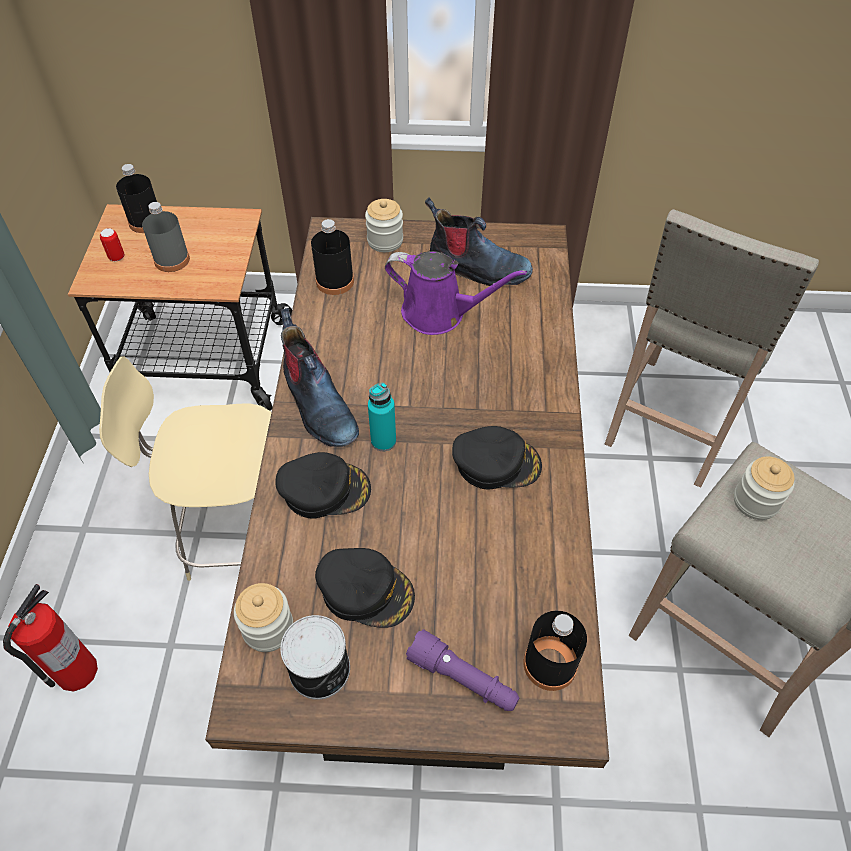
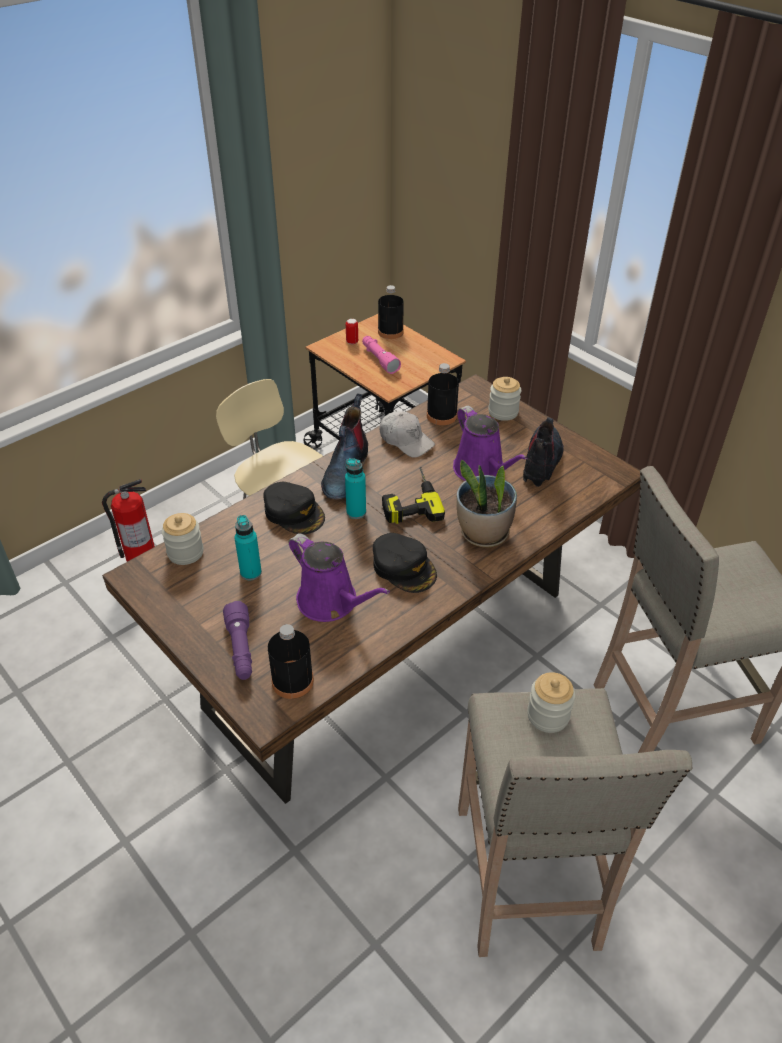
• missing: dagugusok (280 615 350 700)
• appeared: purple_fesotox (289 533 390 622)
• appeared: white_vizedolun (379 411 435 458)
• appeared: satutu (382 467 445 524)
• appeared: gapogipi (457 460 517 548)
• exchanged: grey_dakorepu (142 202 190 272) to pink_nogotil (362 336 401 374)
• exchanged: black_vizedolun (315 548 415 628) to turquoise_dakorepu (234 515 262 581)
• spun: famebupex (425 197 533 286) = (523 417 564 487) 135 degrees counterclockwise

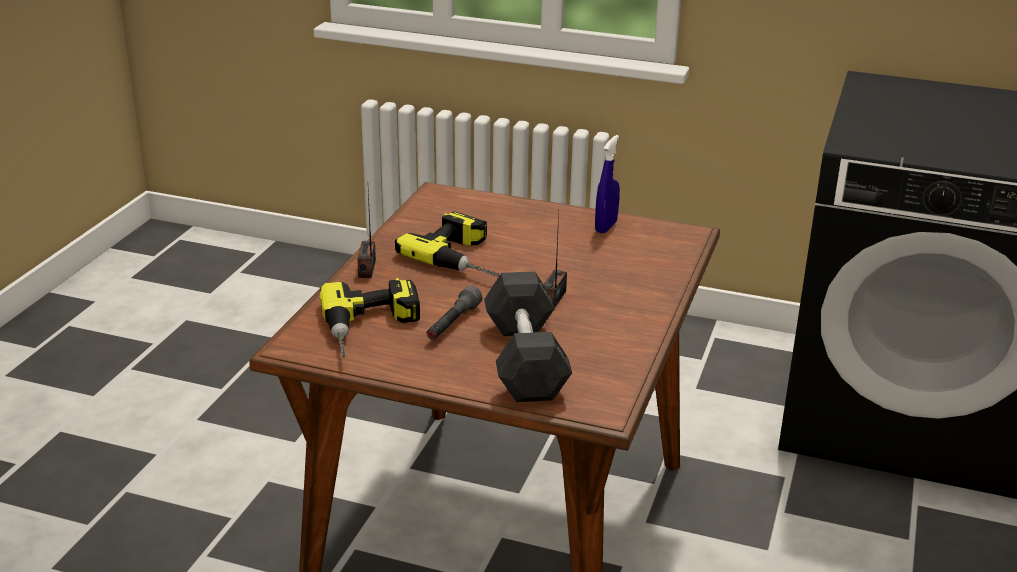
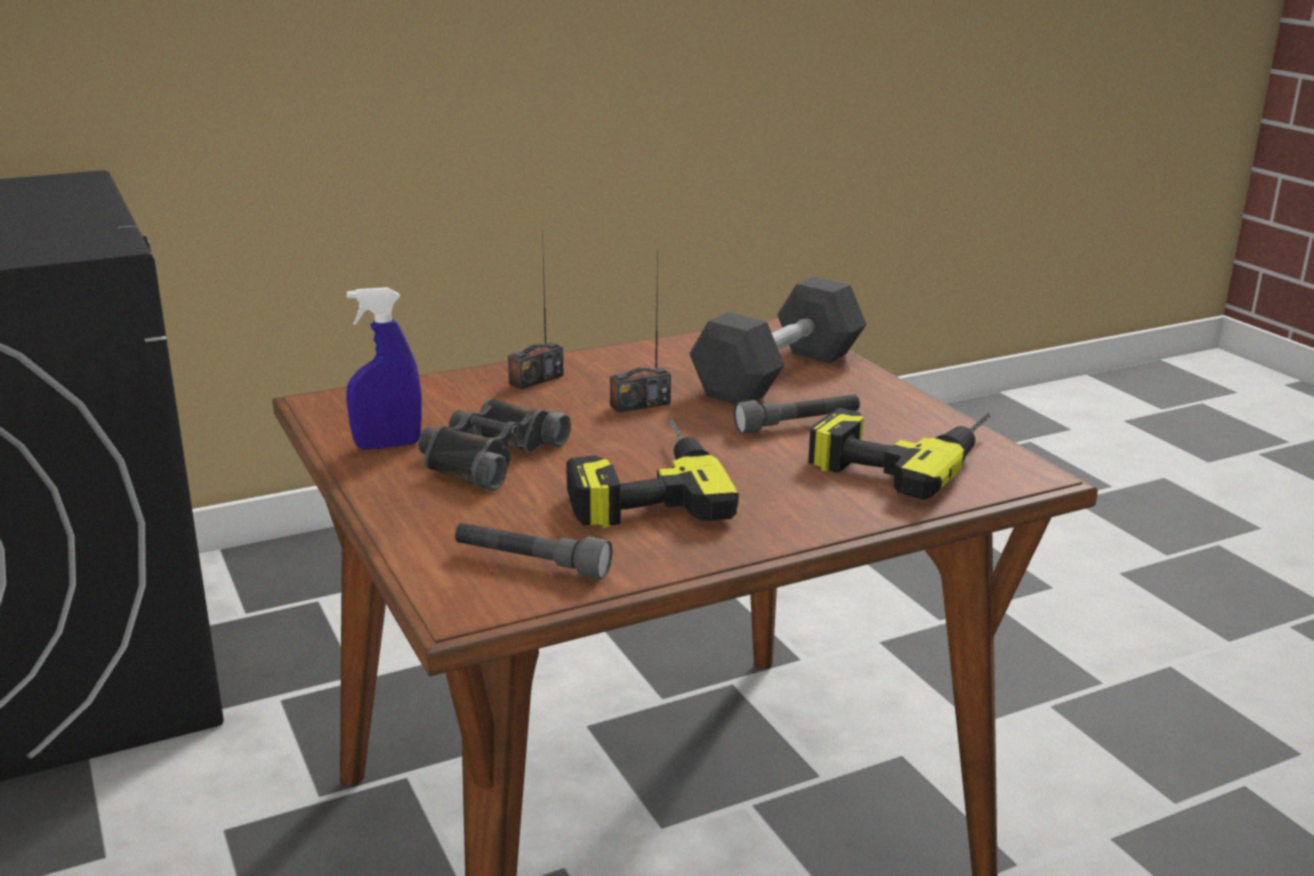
• appeared: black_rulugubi (418 398 571 491)
• appeared: grey_nogotil (455 523 612 579)
• relocated: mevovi (357 191 376 278) to (508 230 564 390)

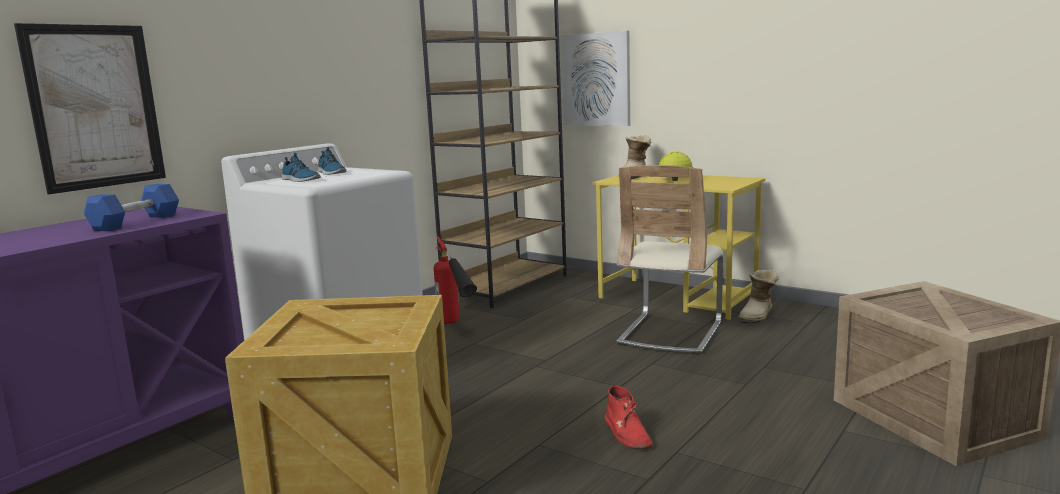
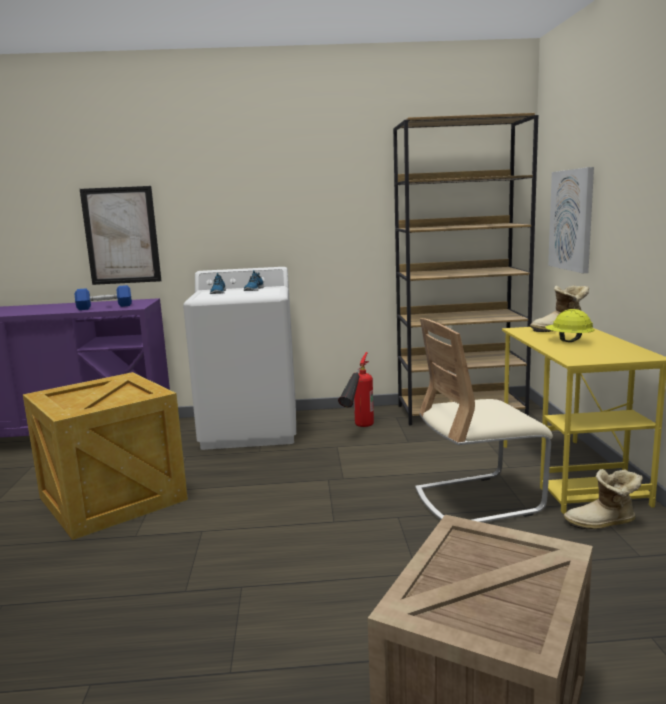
• missing: red_famebupex (605 386 653 449)

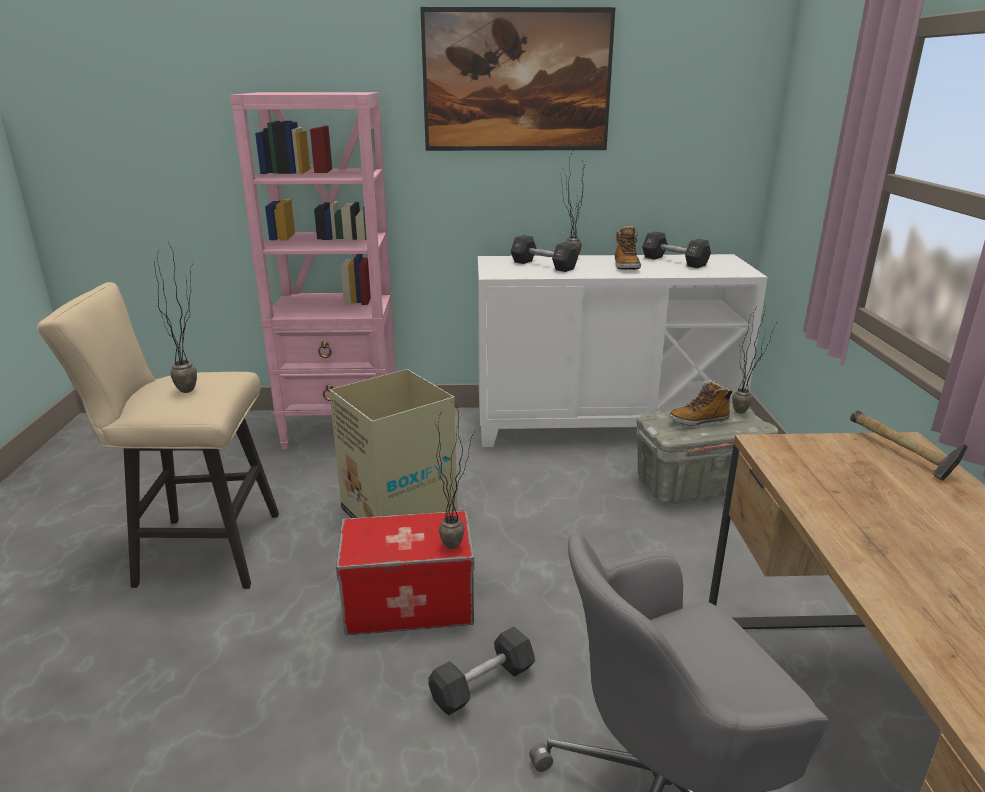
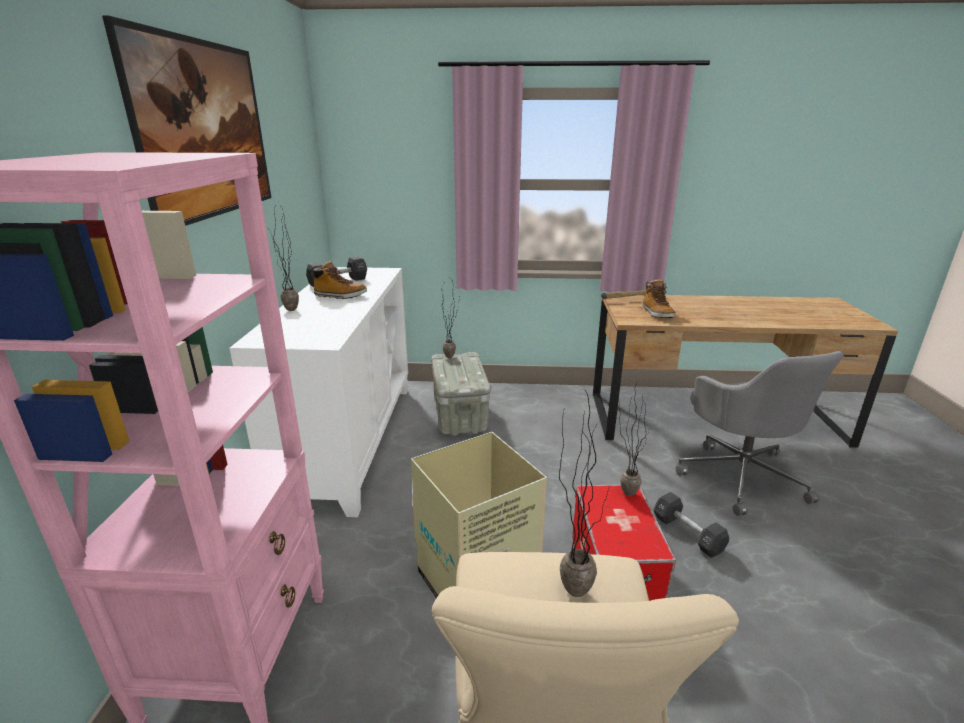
• missing: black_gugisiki (511 235 578 272)
• relocated: famebupex (669 380 732 426) to (642 279 676 318)

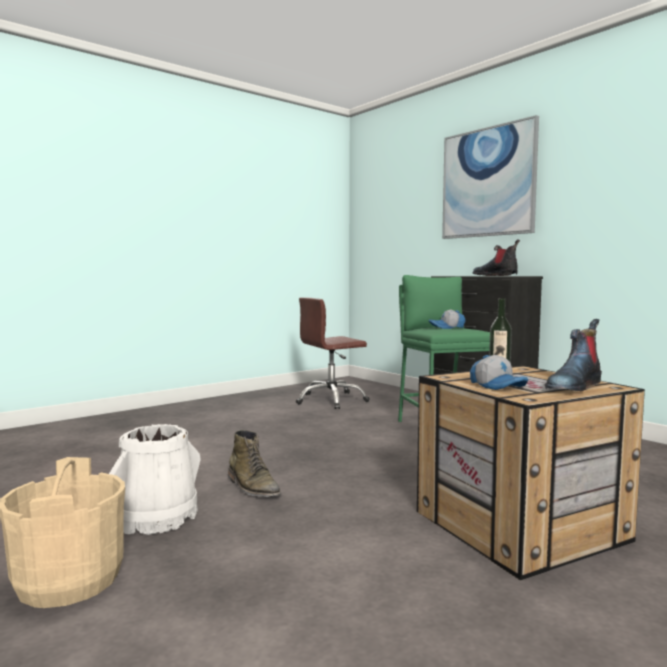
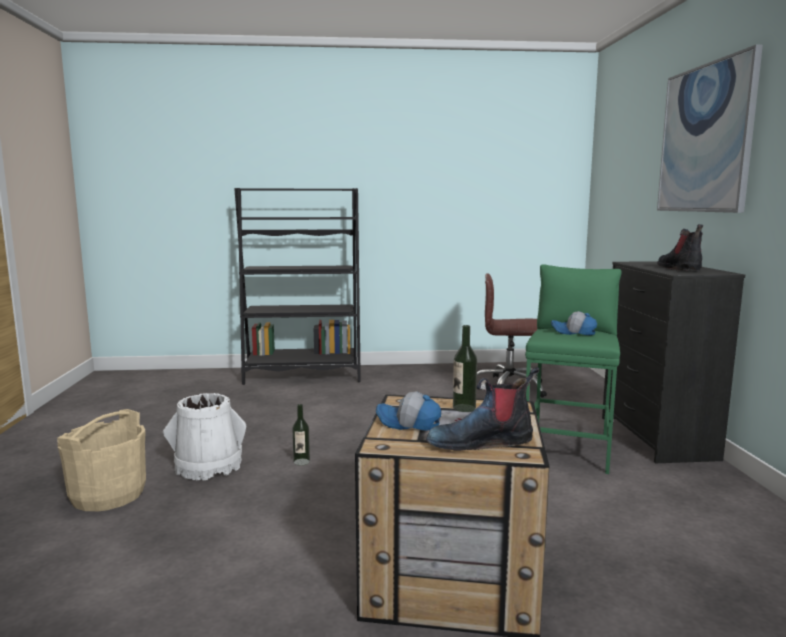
• appeared: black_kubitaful (235 188 361 385)
• exchanged: green_famebupex (228 430 281 497) to dakorepu (292 404 310 466)
• spun: vizedolun (470 355 528 390) = (376 392 441 431) 105 degrees clockwise

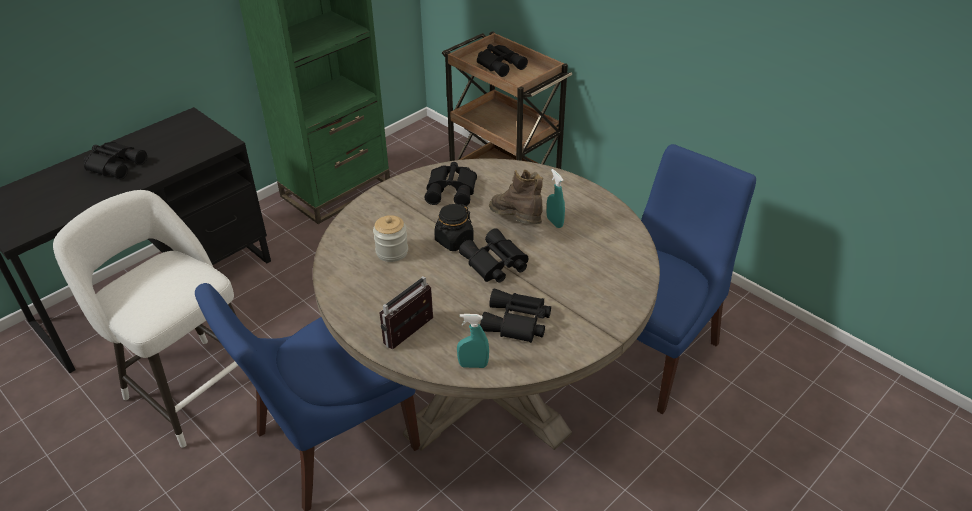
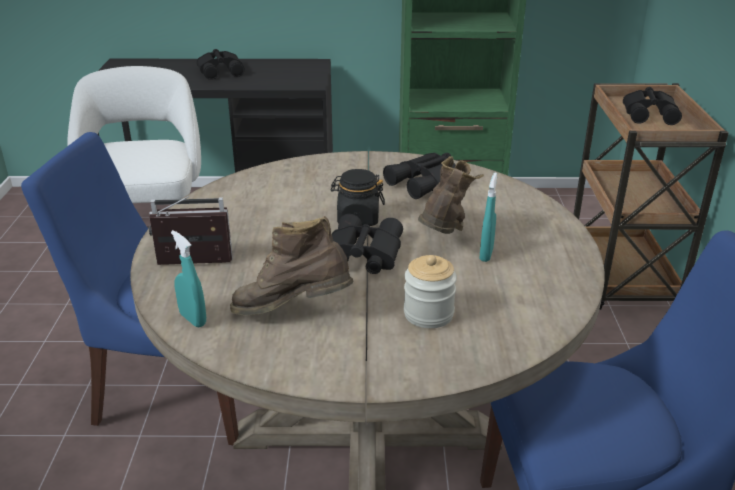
• relocated: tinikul (373 215 408 262) to (404 255 457 328)
• exchanged: black_rulugubi (480 289 551 343) to brown_famebupex (230 216 353 316)

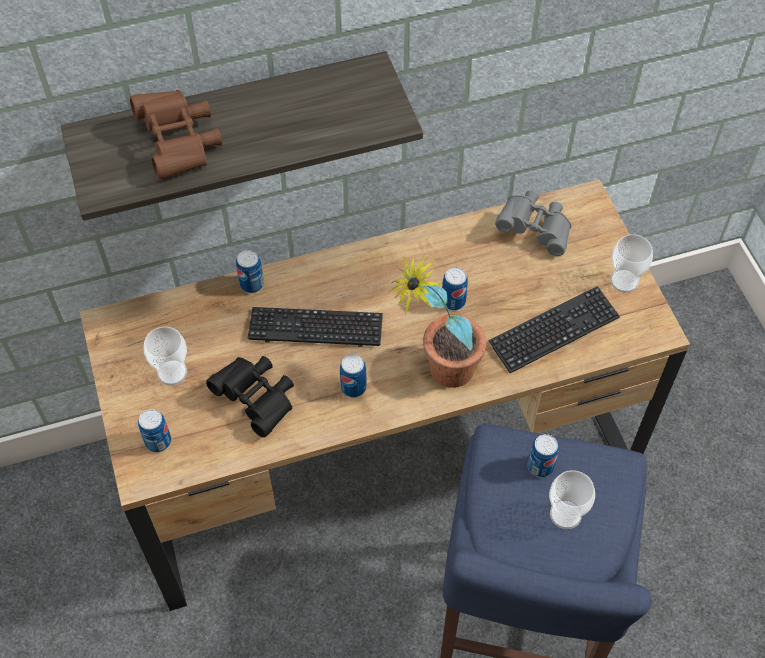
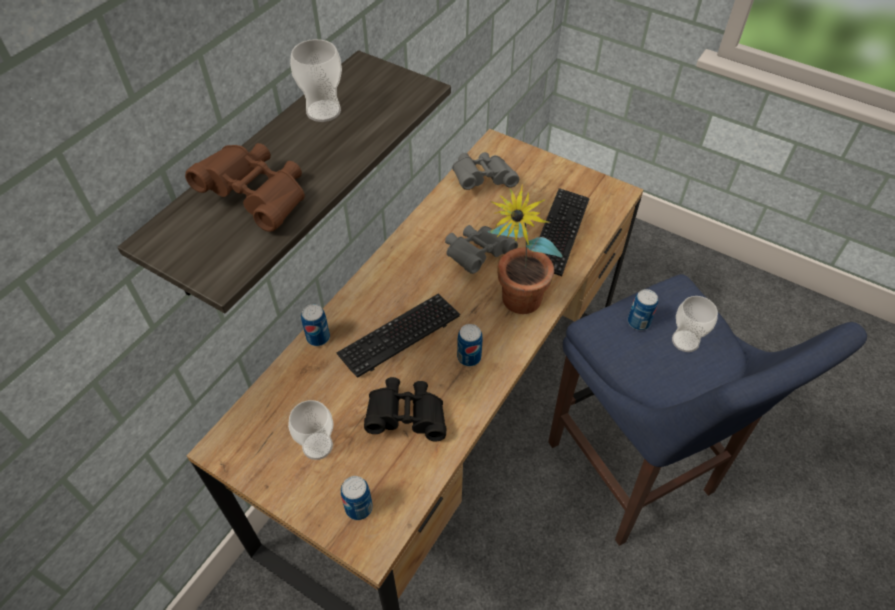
• relocated: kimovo (610 234 653 293) to (290 39 342 122)
• exchanged: dagugusok (442 267 468 311) to grey_rulugubi (445 225 518 274)

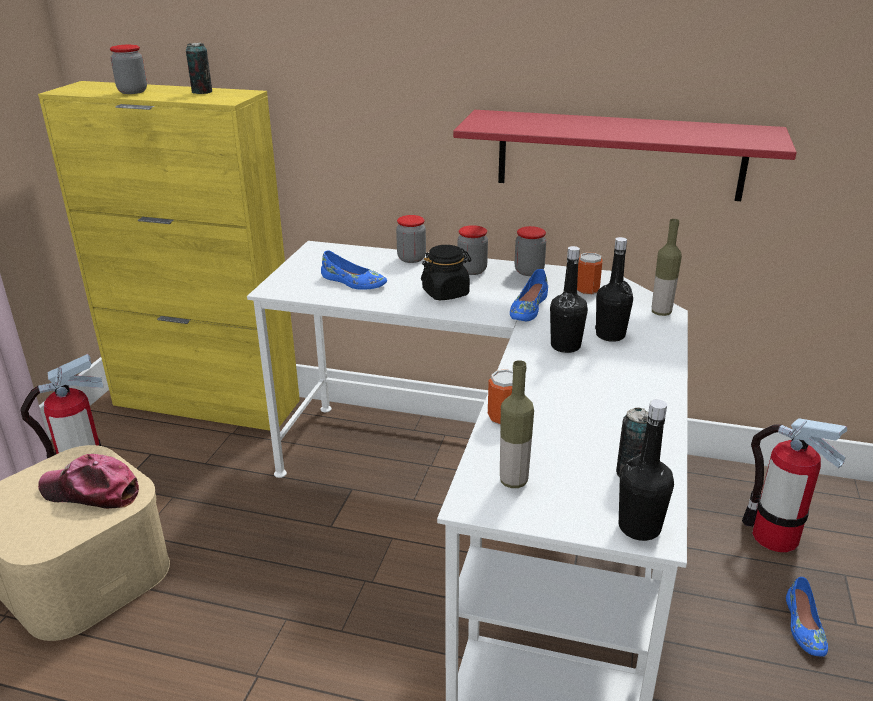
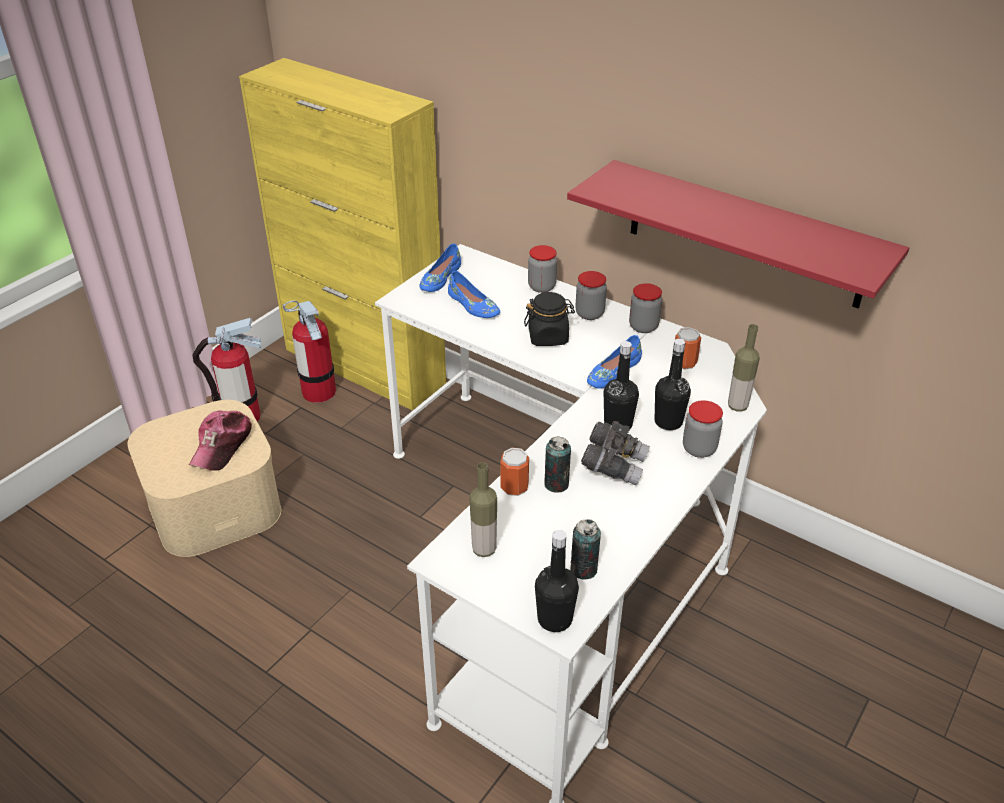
• appeared: grey_rulugubi (581 421 650 485)
• relocated: tinikul (110 45 147 94) to (683 400 723 458)
• relocated: dagugusok (186 42 212 94) to (544 436 571 493)
• relocated: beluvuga (742 418 847 552) to (283 300 336 403)
• relocated: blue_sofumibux (786 577 828 657) to (419 244 461 292)
• spun: vizedolun (38 454 139 509) = (189 410 252 471) 105 degrees counterclockwise

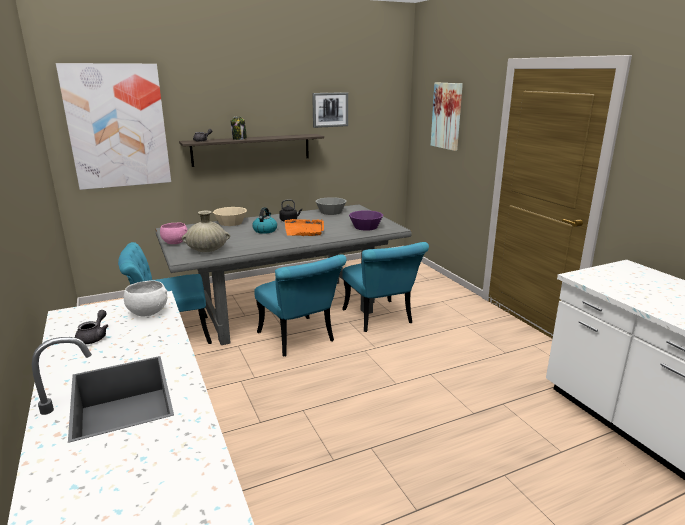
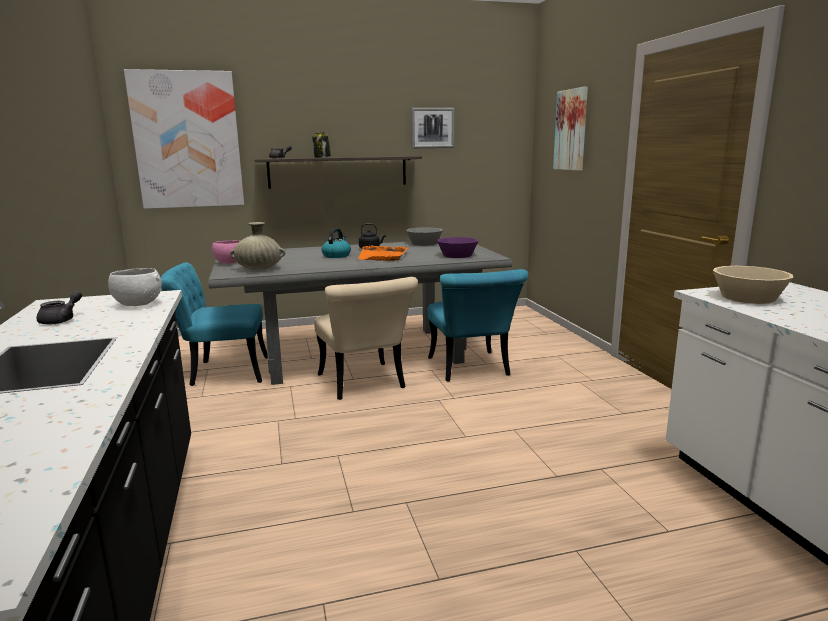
• relocated: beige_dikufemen (213 207 247 226) to (713 266 793 304)
• colour: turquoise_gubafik (254 254 346 356) to beige_gubafik (314 277 418 400)

